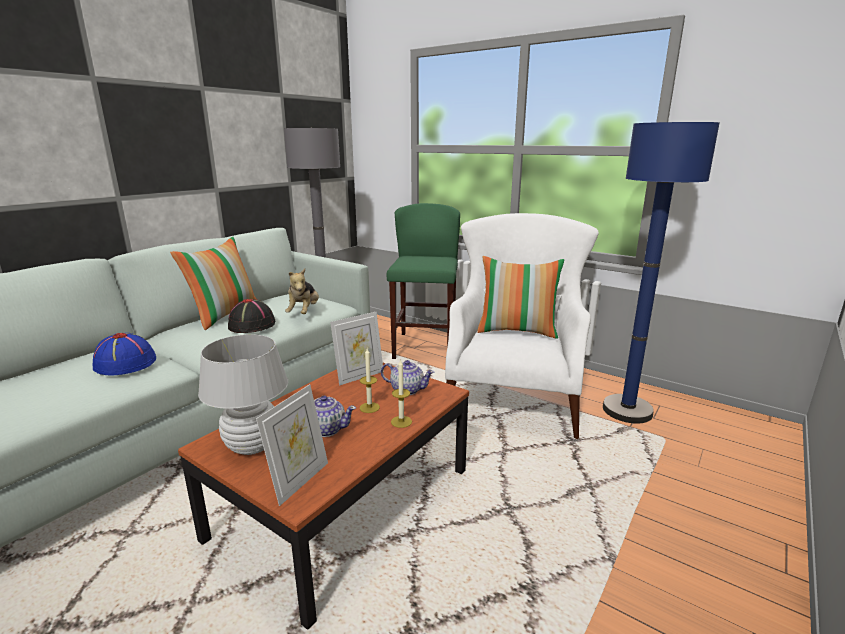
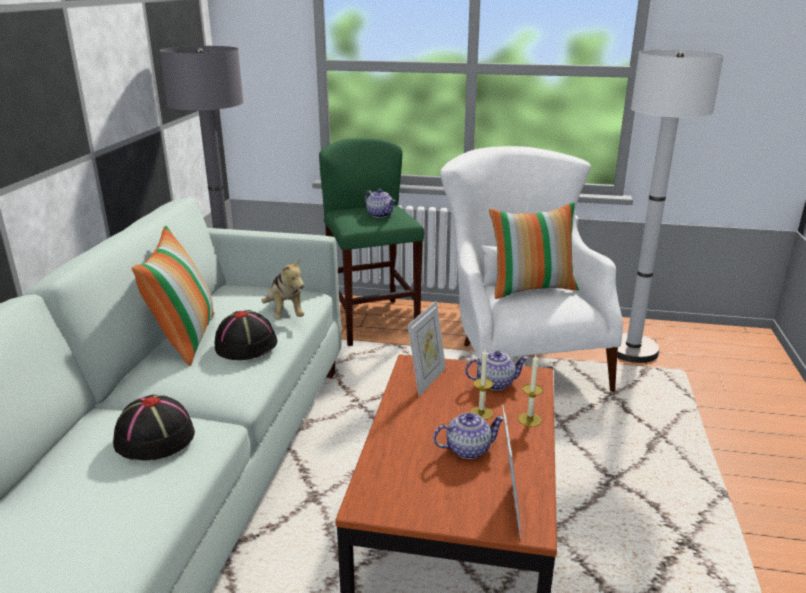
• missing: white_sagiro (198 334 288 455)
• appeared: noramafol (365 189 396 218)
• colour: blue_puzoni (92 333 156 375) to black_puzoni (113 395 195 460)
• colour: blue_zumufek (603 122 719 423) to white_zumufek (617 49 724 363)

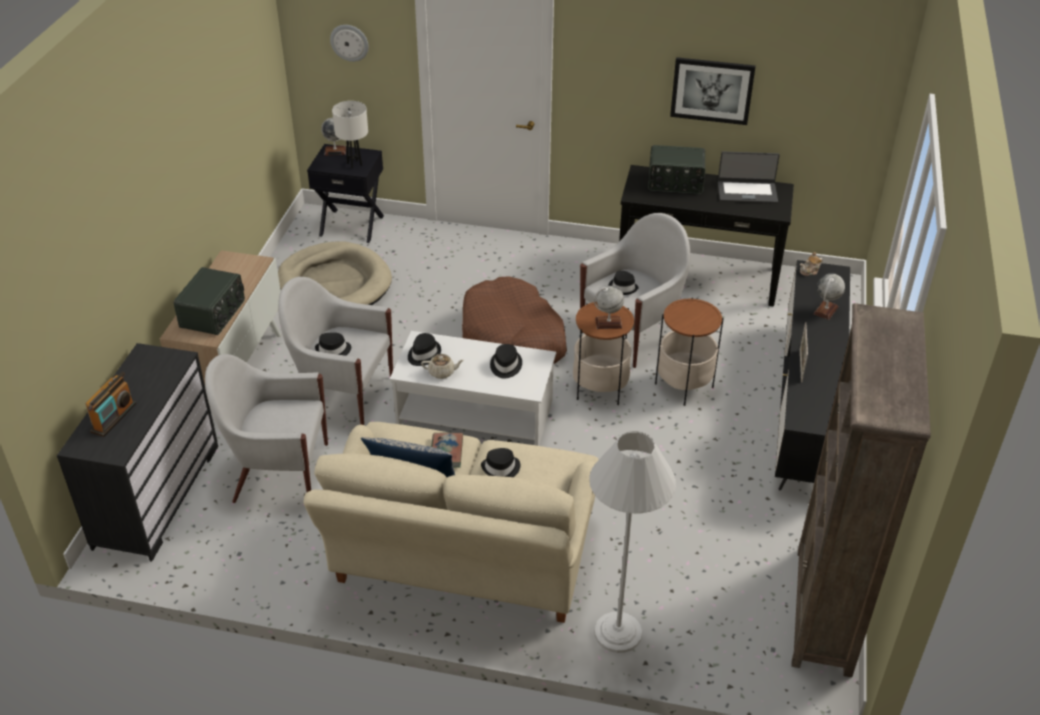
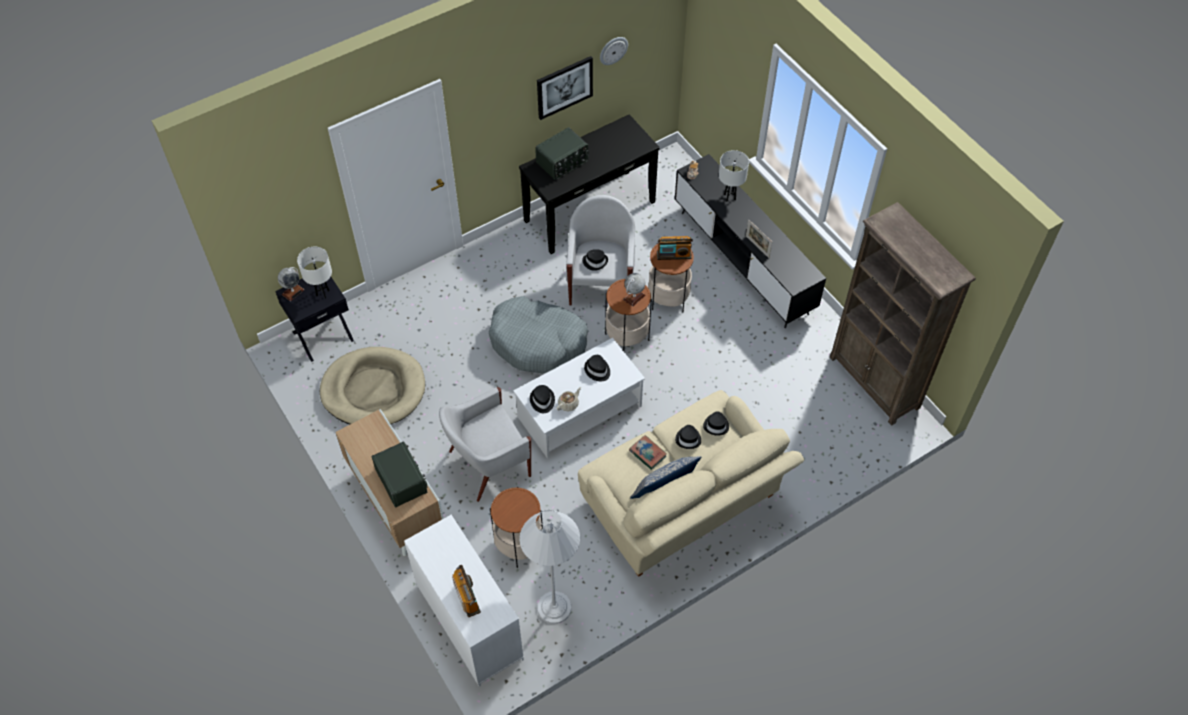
• missing: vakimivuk (718 151 780 203)
• appeared: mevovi (657 236 693 260)
• relocated: black_puzoni (315 332 351 356) to (703 411 729 436)
• relocated: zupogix (330 25 369 62) to (600 37 628 65)
• relocated: white_zumufek (589 431 676 653) to (520 510 580 624)
• exchanged: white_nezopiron (205 354 328 503) to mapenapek (490 487 543 568)
• exchanged: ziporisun (813 273 845 320) to white_sagiro (719 150 749 202)
• colour: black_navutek (57 343 218 562) to white_navutek (404 515 524 687)
• colour: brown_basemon (462 276 567 364) to grey_basemon (489 296 588 373)

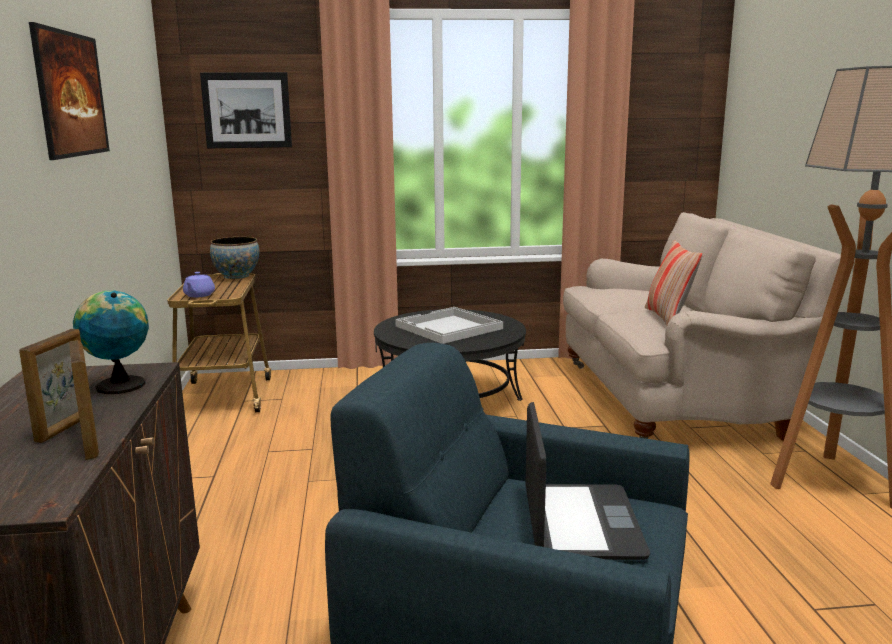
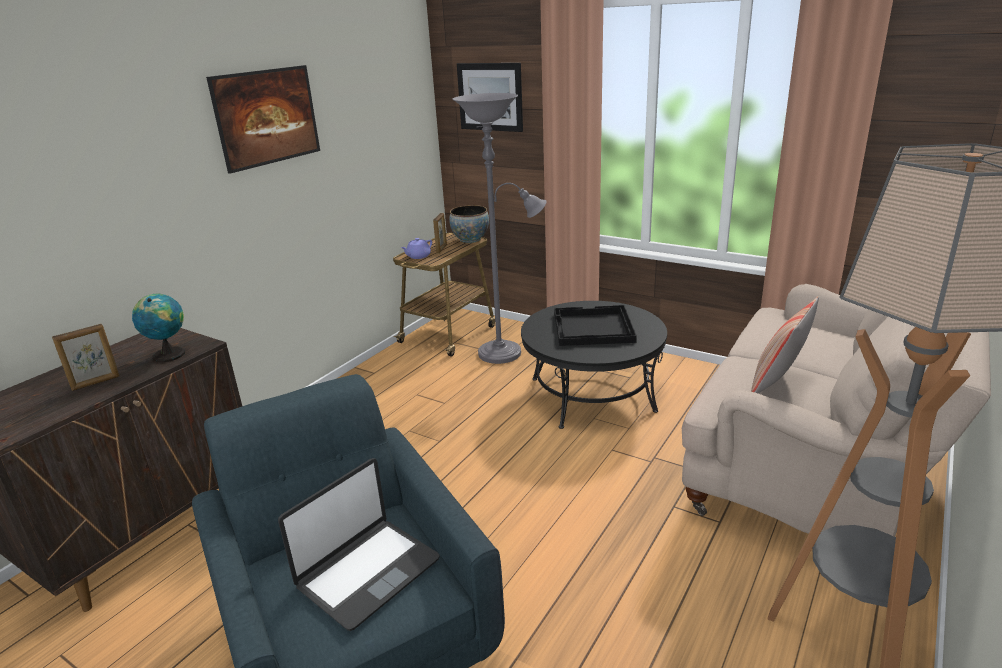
• appeared: grey_zumufek (453 93 547 364)
• relocated: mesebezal (69 340 99 460) to (433 213 447 253)
• colour: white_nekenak (395 307 503 344) to black_nekenak (554 305 637 346)

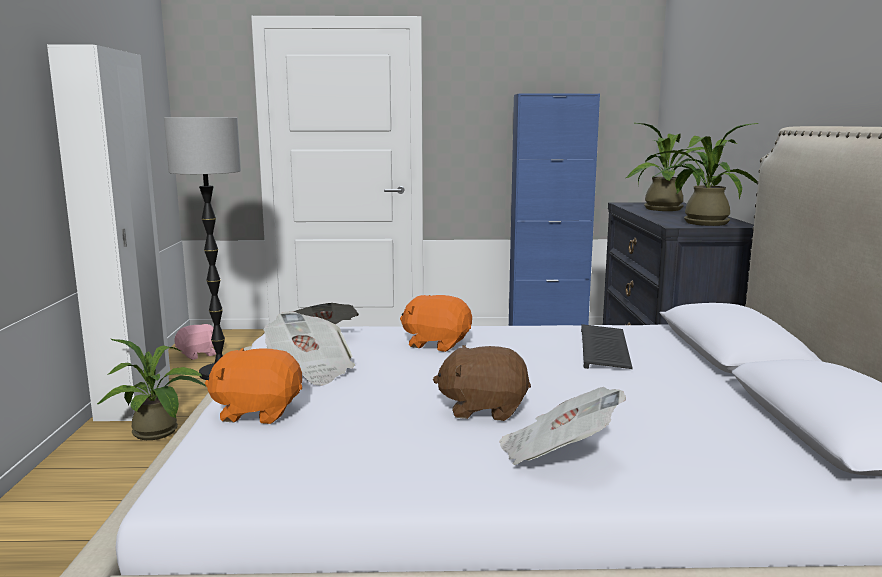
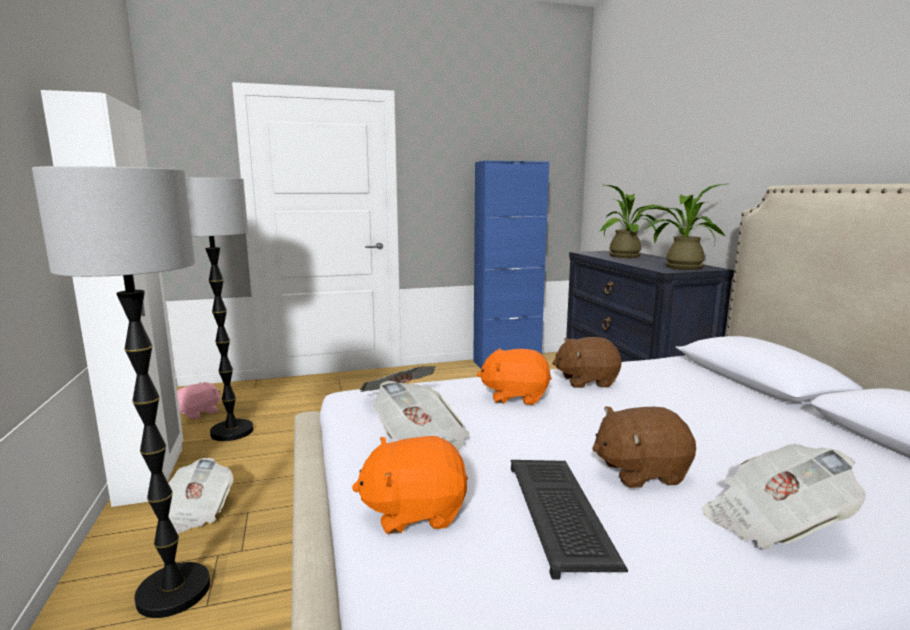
• appeared: zumufek (32 166 210 618)
• appeared: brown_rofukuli (552 337 622 388)
• relocated: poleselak (581 324 633 369) to (511 460 628 580)
• exchanged: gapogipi (97 339 206 440) to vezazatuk (168 458 234 534)

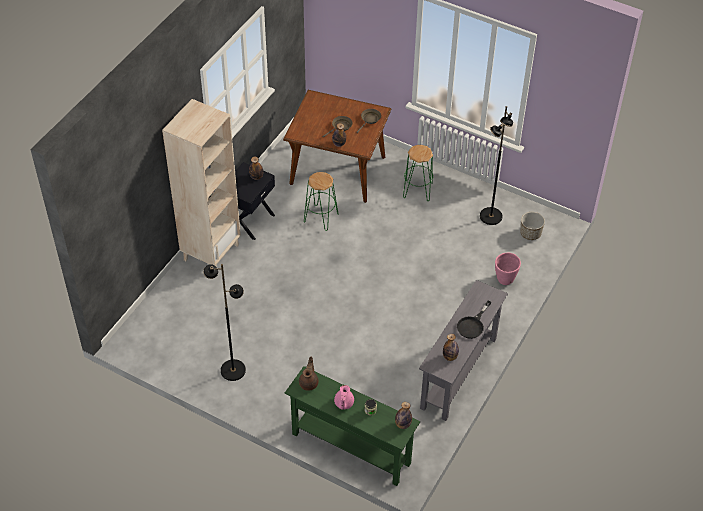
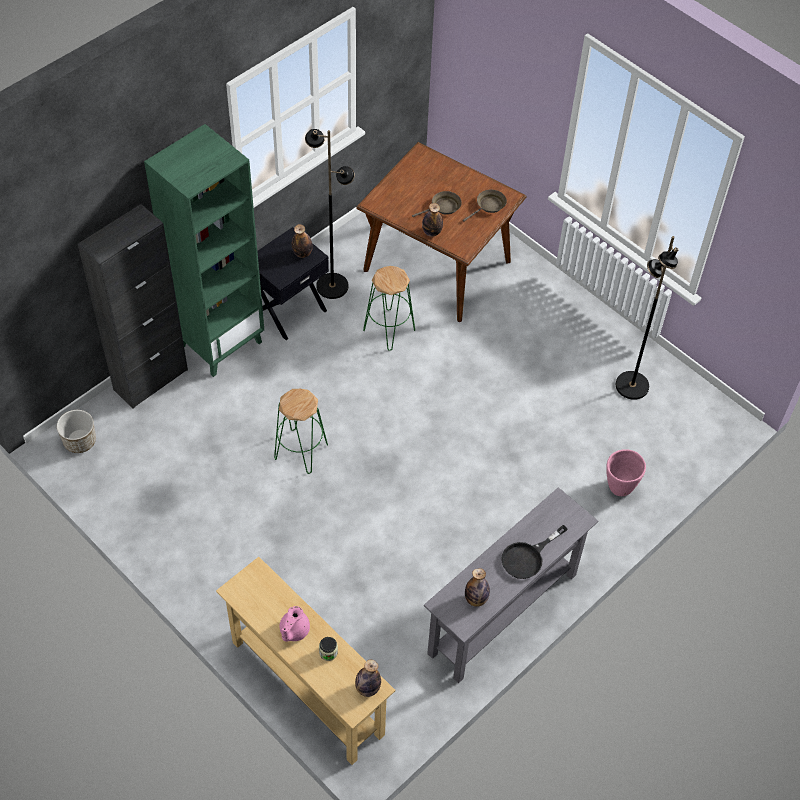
• missing: brown_noramafol (299 357 319 391)
• appeared: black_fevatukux (78 204 188 409)
• relocated: black_zumufek (203 264 246 381) to (305 129 355 299)
• relocated: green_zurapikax (403 145 433 201) to (274 389 328 474)
• relocated: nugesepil (520 212 545 240) to (57 410 96 453)
• colour: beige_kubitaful (162 99 241 267) to green_kubitaful (144 124 264 377)
• colour: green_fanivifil (285 366 420 486) to beige_fanivifil (216 557 396 765)

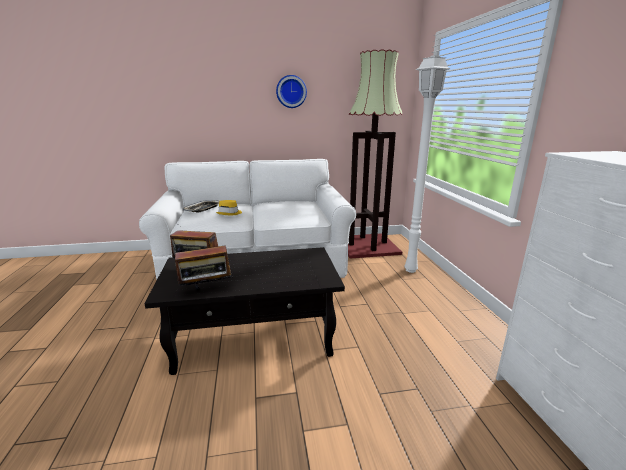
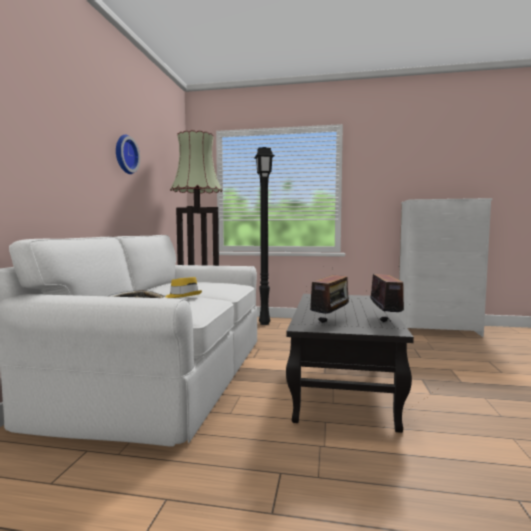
• colour: white_zumufek (404 55 451 273) to black_zumufek (254 147 275 325)

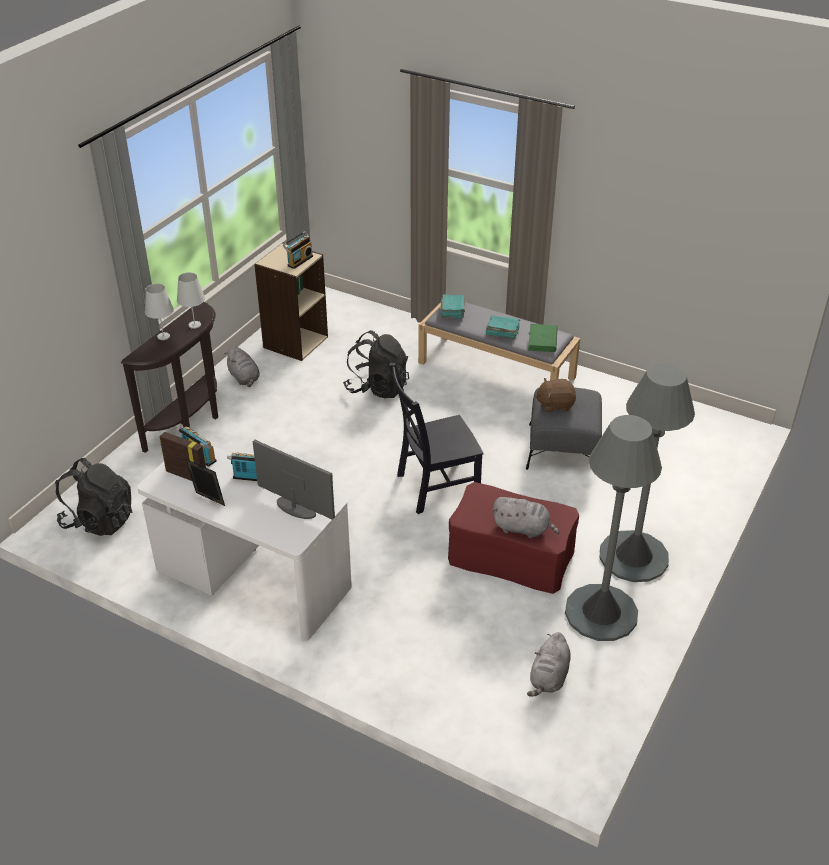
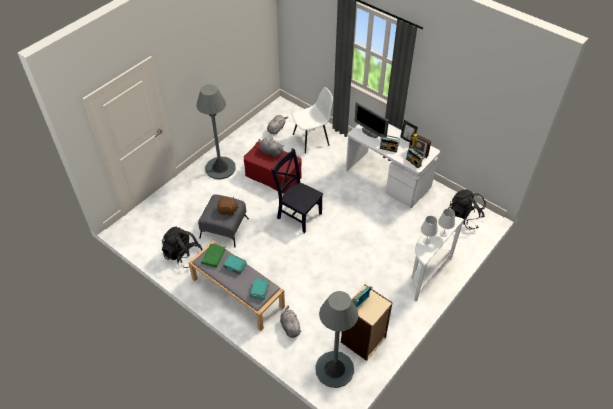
• appeared: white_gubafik (292 87 333 153)
• relocated: grey_rofukuli (224 345 260 387) to (280 305 302 338)
• relocated: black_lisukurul (343 330 409 398) to (162 227 203 268)
• relocated: grey_zumufek (565 415 662 641) to (315 291 358 388)
• colour: brown_fanivifil (121 302 218 453) to white_fanivifil (412 216 464 301)
• spun: black_gubafik (389 363 484 514) = (271 148 323 233) 135 degrees counterclockwise

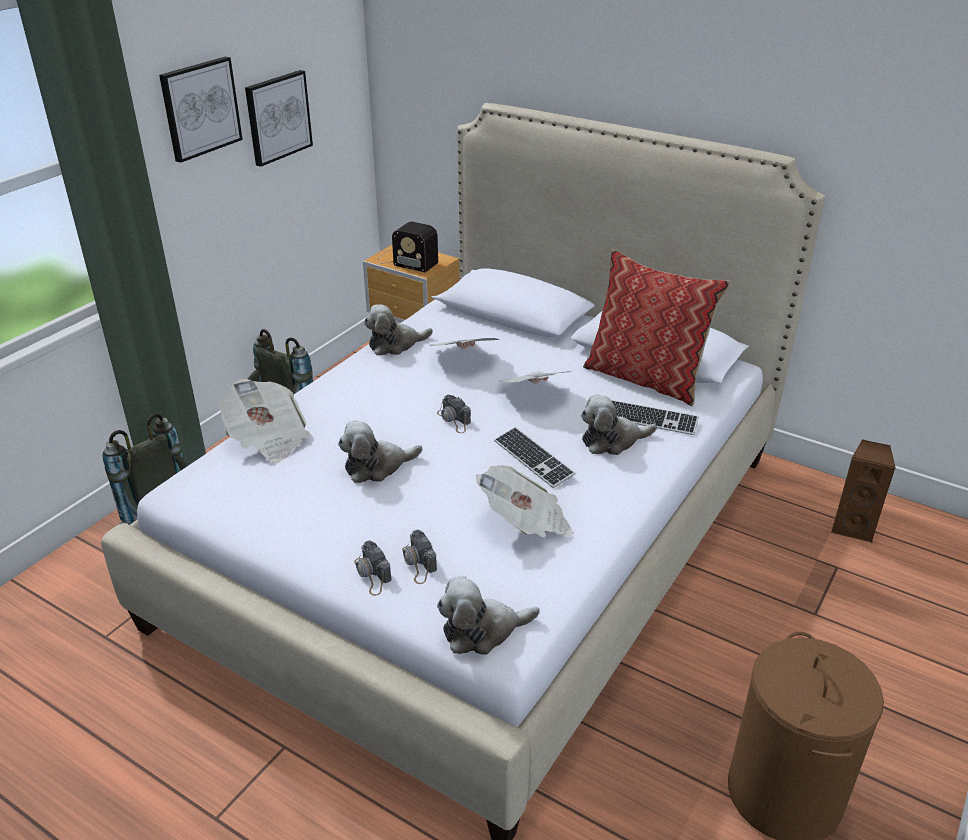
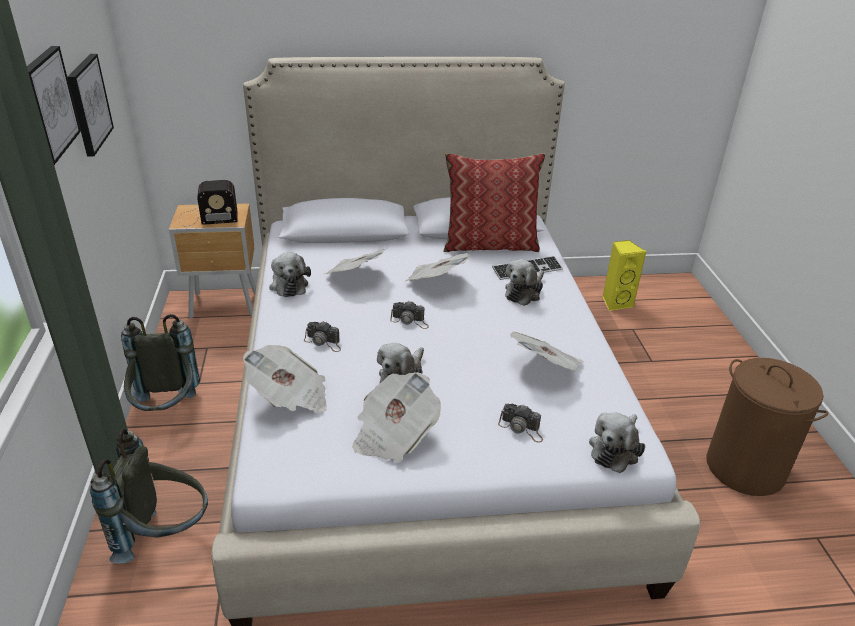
• missing: poleselak (494 427 575 488)
• appeared: vezazatuk (352 372 441 462)
• relocated: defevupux (354 540 392 596) to (304 322 341 352)
• colour: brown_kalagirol (831 439 896 543) to yellow_kalagirol (602 240 646 311)
• spun: rofukuli (364 304 433 356) = (269 252 311 297) 45 degrees counterclockwise

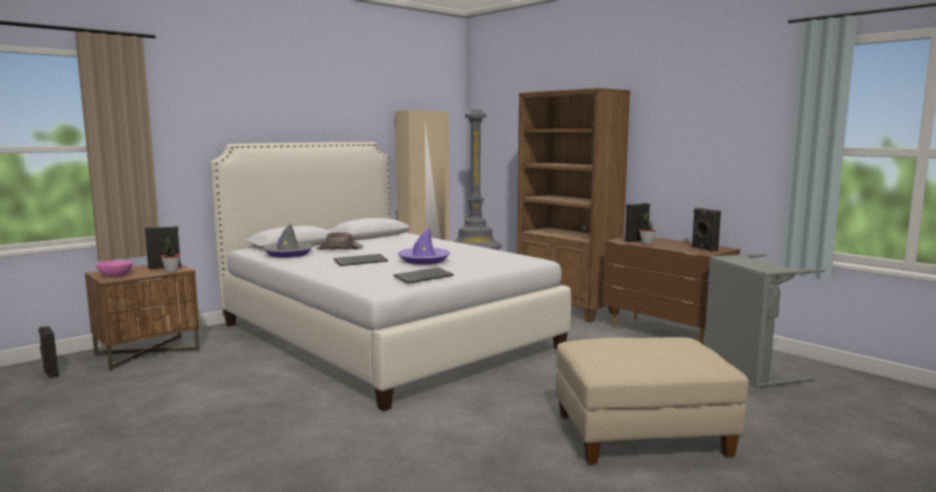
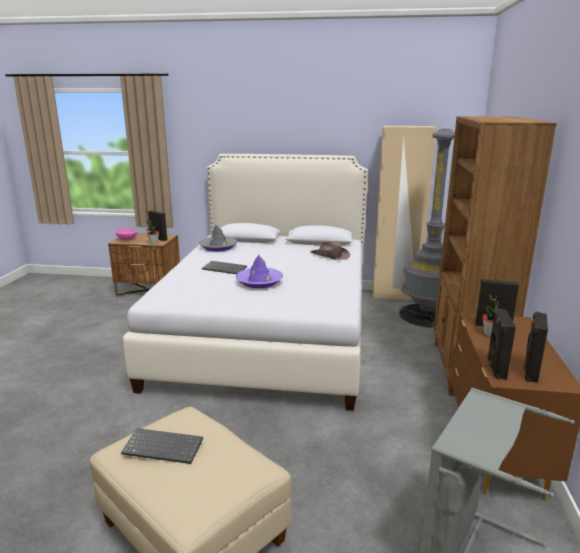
• relocated: black_kalagirol (38 326 59 379) to (487 309 516 380)
• relocated: brown_puzoni (316 232 364 250) to (311 241 350 260)
• relocated: poleselak (393 267 454 284) to (121 428 203 464)

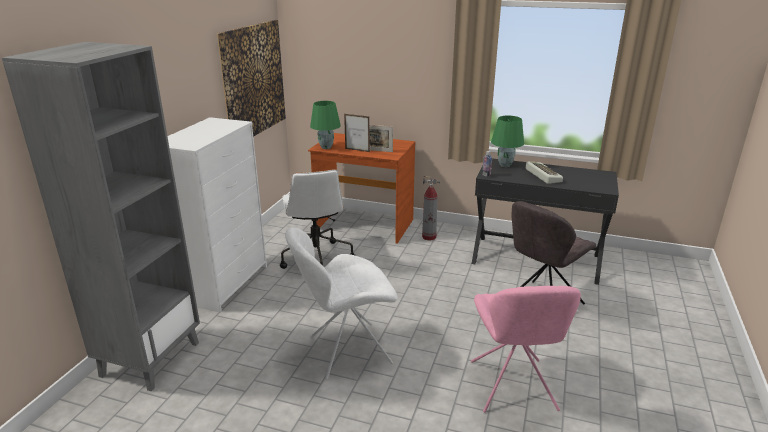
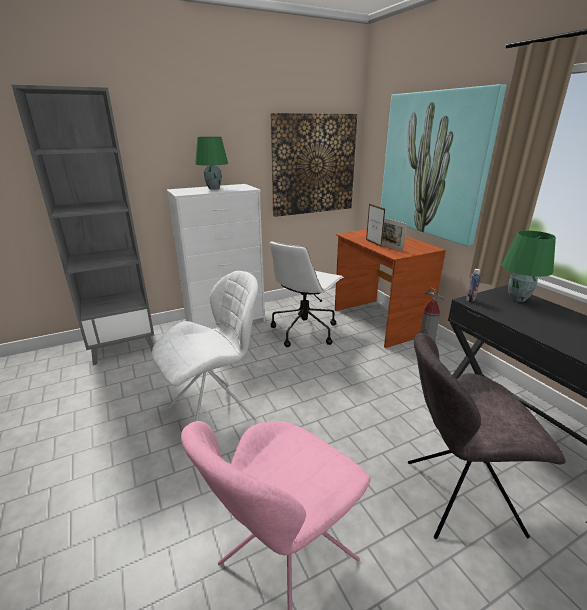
• missing: poleselak (526 162 563 184)
• appeared: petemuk (381 84 507 246)
• relocated: green_sagiro (310 101 341 149) to (195 137 228 190)
• spun: white_gubafik (285 228 398 379) = (152 271 258 421) 120 degrees clockwise

